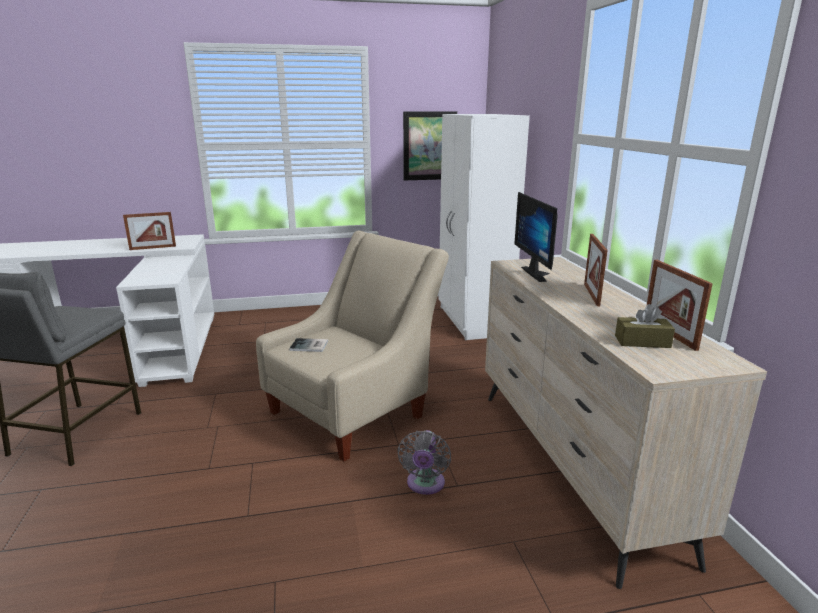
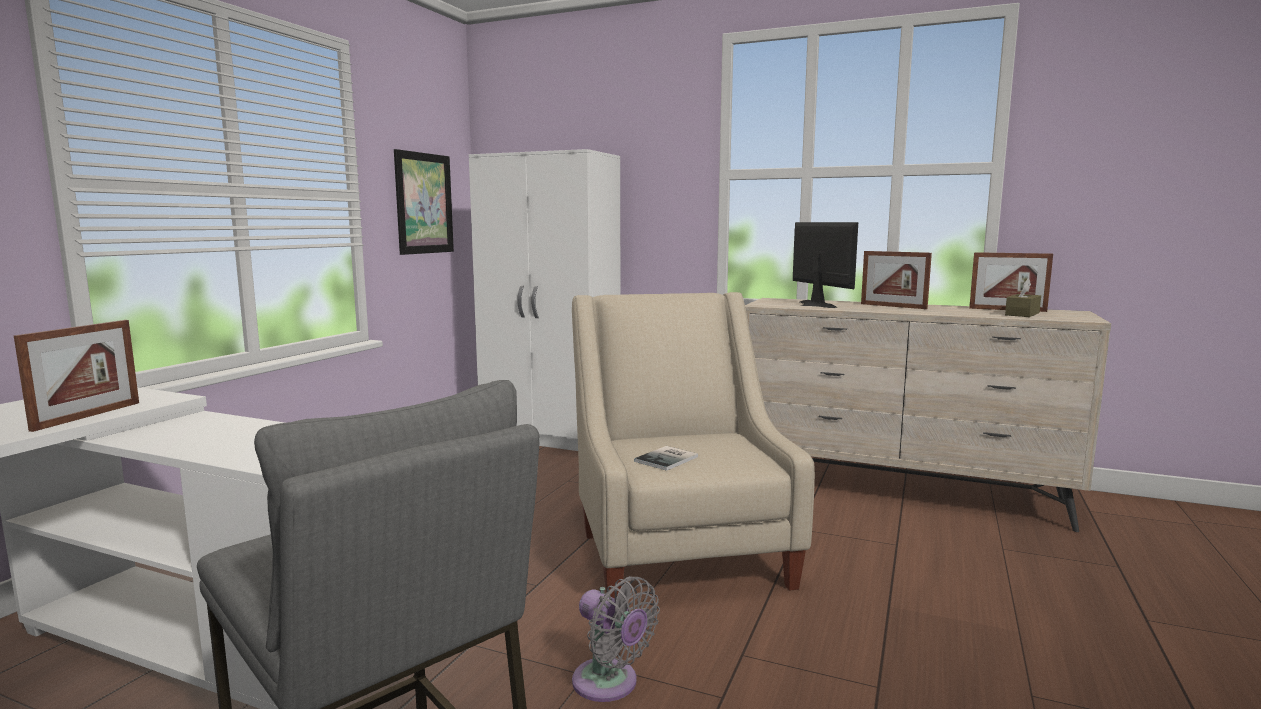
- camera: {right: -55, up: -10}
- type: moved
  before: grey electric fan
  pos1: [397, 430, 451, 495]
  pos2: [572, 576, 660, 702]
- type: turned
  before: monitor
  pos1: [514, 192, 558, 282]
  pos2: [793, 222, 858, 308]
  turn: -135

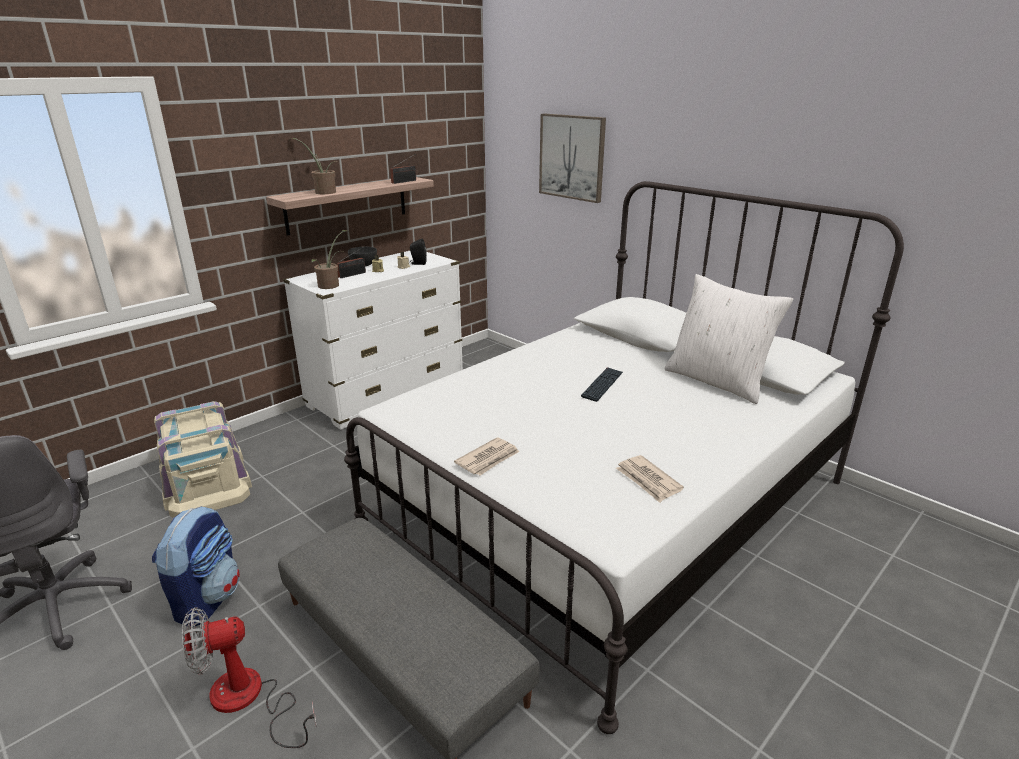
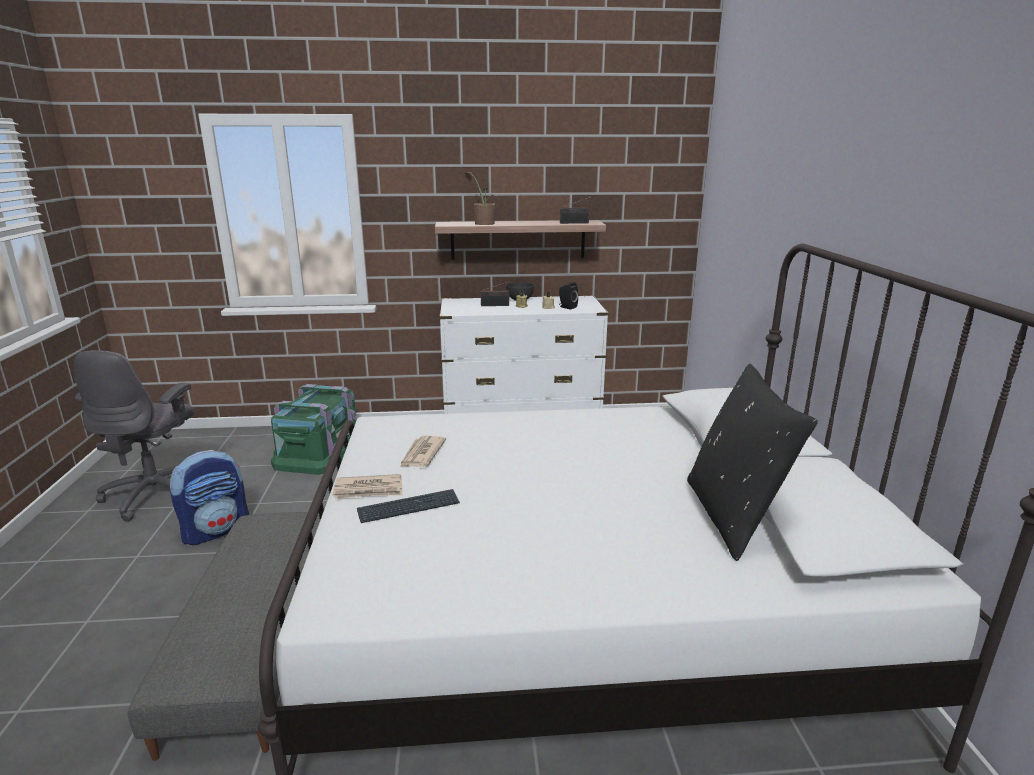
- camera: {right: 40, up: -5}
- type: recoloured
  before: beige storage bin
  after: greenish storage bin
  pos1: [154, 401, 252, 518]
  pos2: [271, 384, 357, 475]
- type: moved
  before: keyboard
  pos1: [581, 367, 623, 402]
  pos2: [357, 489, 460, 523]
- type: moved
  before: daily paper
  pos1: [616, 455, 684, 503]
  pos2: [400, 436, 446, 467]
- type: recoloured
  before: white pillow
  after: black pillow
  pos1: [664, 274, 793, 404]
  pos2: [687, 364, 818, 561]
- type: removed
  before: electric fan
  pos1: [182, 607, 317, 748]
- type: removed
  before: houseplant
  pos1: [311, 230, 349, 289]
- type: removed
  before: wall picture
  pos1: [539, 114, 606, 203]

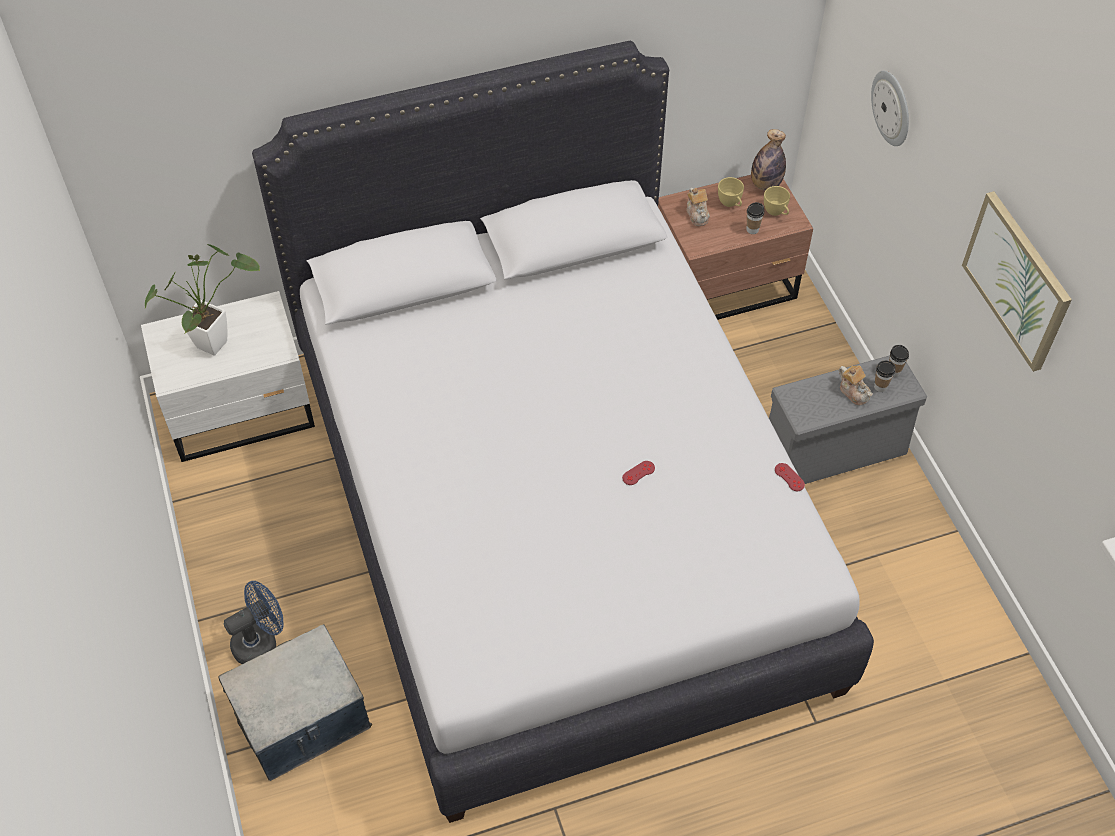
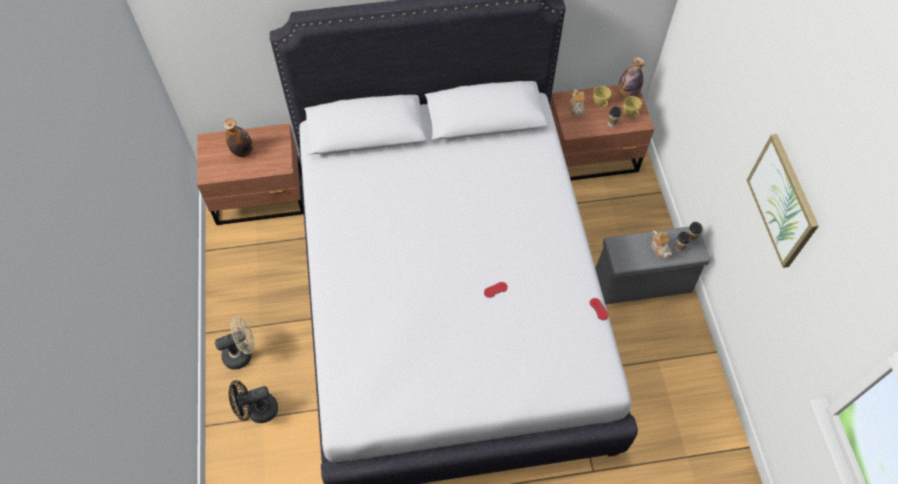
- camera: {right: 10, up: 5}
- type: recoloured
  before: white nightstand
  after: brown nightstand
  pos1: [141, 291, 315, 462]
  pos2: [197, 124, 304, 225]
- type: recoloured
  before: blue-coloured electric fan
  after: beige electric fan
  pos1: [224, 581, 284, 664]
  pos2: [215, 317, 254, 370]
- type: replaced
  before: houseplant
  after: bottle
  pos1: [144, 244, 260, 356]
  pos2: [223, 118, 253, 157]
- type: replaced
  before: storage bin
  after: black electric fan
  pos1: [218, 624, 372, 781]
  pos2: [229, 380, 278, 423]
- type: removed
  before: hanging clock
  pos1: [871, 71, 909, 146]

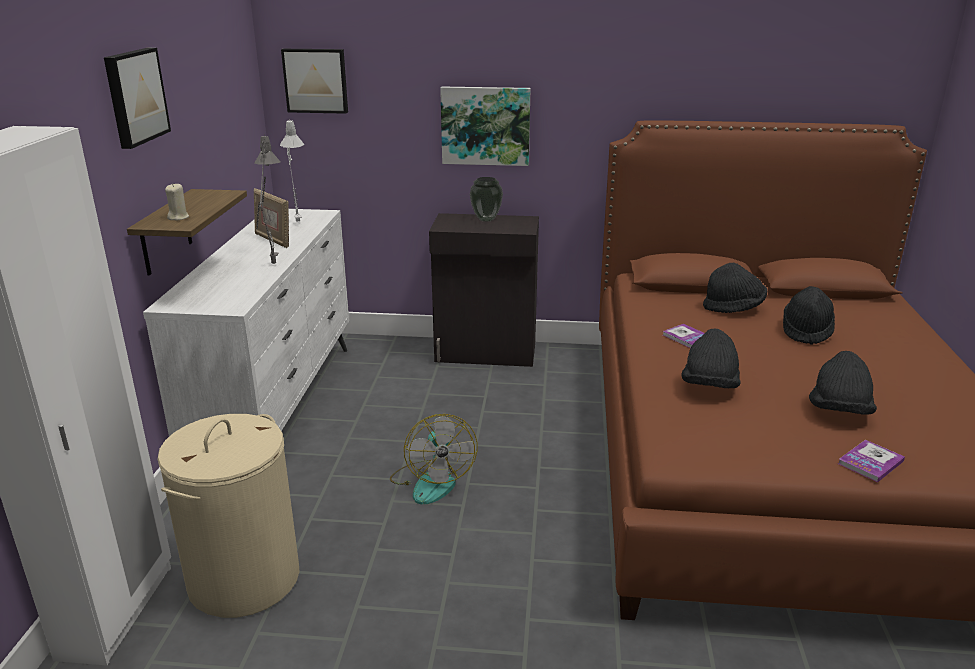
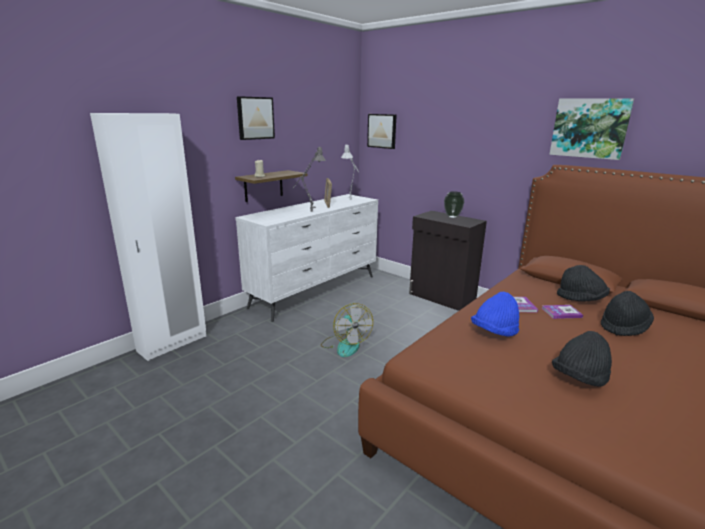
- camera: {right: 35, up: -5}
- type: turned
  before: electric fan
  pos1: [390, 414, 478, 504]
  pos2: [321, 303, 373, 357]
  turn: -45
- type: recoloured
  before: black wearable hat
  after: blue-coloured wearable hat
  pos1: [681, 328, 741, 388]
  pos2: [471, 292, 519, 337]
- type: moved
  before: book
  pos1: [838, 440, 905, 482]
  pos2: [542, 305, 583, 319]
- type: moved
  before: wall picture
  pos1: [440, 87, 531, 166]
  pos2: [549, 98, 634, 160]
- type: removed
  before: beige washing basket
  pos1: [157, 414, 300, 618]

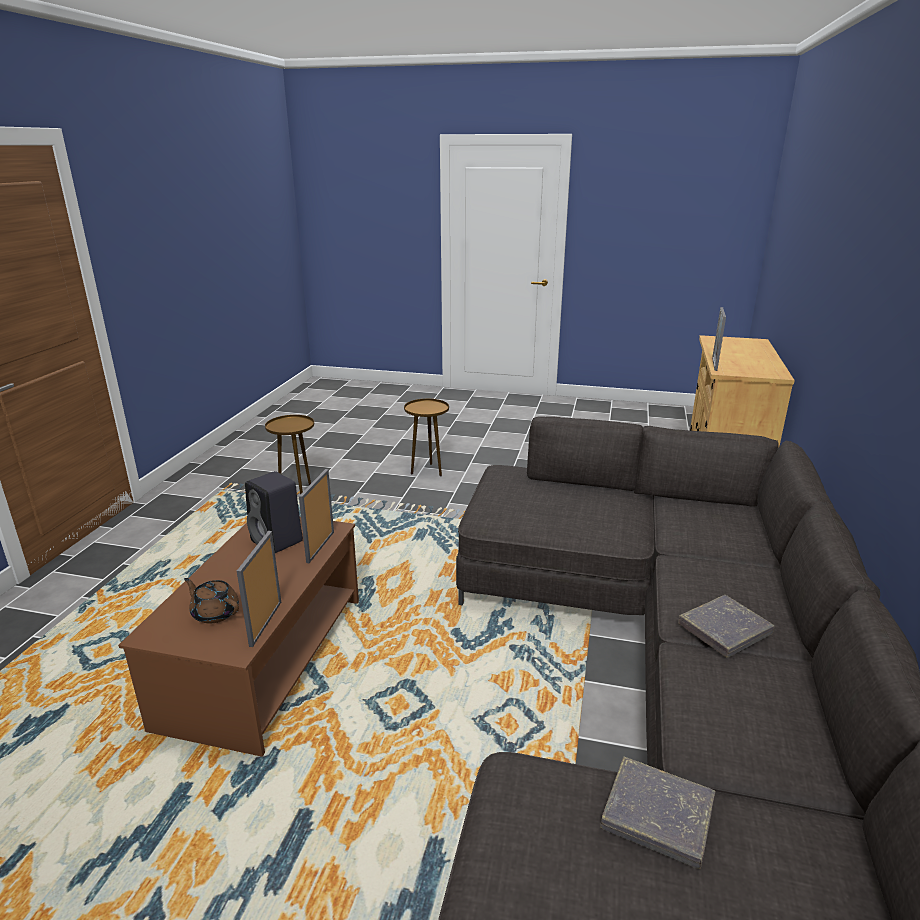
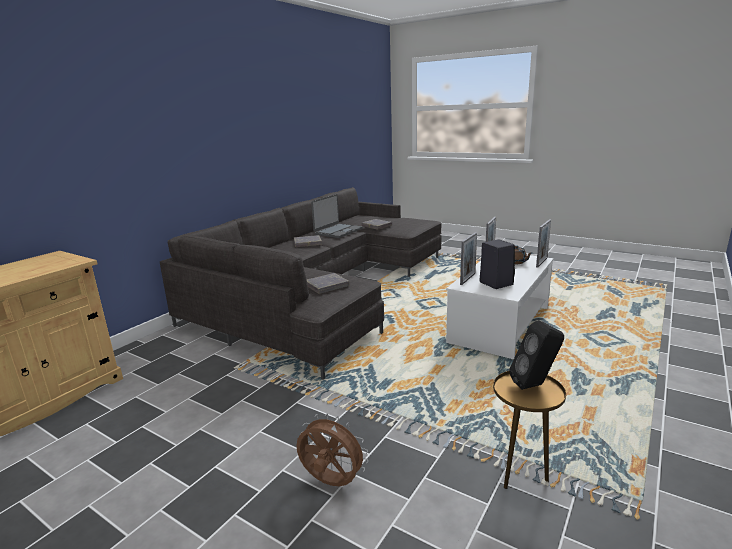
- camera: {right: -160, up: -5}
- type: replaced
  before: brown accent table
  after: brown electric fan
  pos1: [404, 399, 449, 476]
  pos2: [296, 413, 368, 486]
- type: added
  after: grey book
  pos2: [307, 273, 350, 294]
- type: added
  after: notebook computer
  pos2: [311, 194, 363, 238]
- type: recoloured
  before: brown lounge table
  after: white lounge table
  pos1: [118, 517, 359, 757]
  pos2: [446, 255, 554, 359]
- type: added
  after: black audio speaker
  pos2: [509, 320, 564, 390]
- type: moved
  before: photo frame
  pos1: [712, 307, 726, 371]
  pos2: [536, 220, 551, 268]

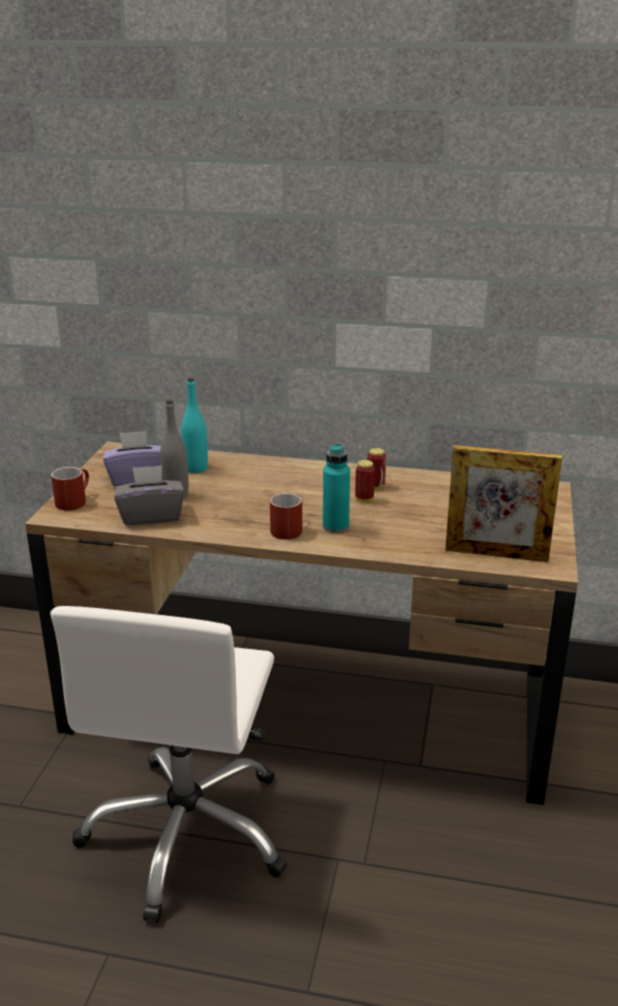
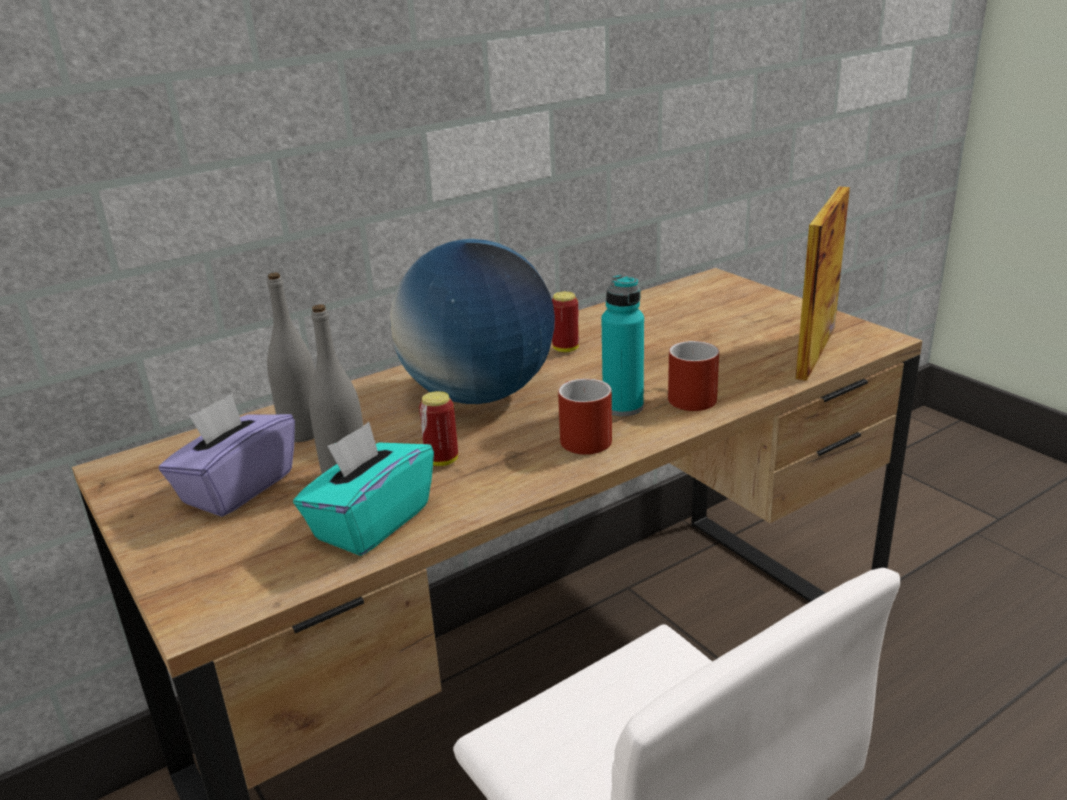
- camera: {right: -45, up: 0}
- type: recoloured
  before: turquoise-coloured bottle
  after: grey bottle
  pos1: [181, 378, 208, 473]
  pos2: [267, 273, 315, 442]
- type: recoloured
  before: grey tissue holder
  after: turquoise-coloured tissue holder
  pos1: [114, 465, 184, 525]
  pos2: [293, 422, 434, 556]
- type: added
  after: globe
  pos2: [390, 239, 555, 404]
- type: moved
  before: sealed can
  pos1: [355, 460, 375, 502]
  pos2: [419, 391, 458, 466]
- type: moved
  before: red mug
  pos1: [51, 467, 89, 510]
  pos2: [668, 341, 719, 411]
- type: turned
  before: photo frame
  pos1: [445, 445, 562, 562]
  pos2: [796, 186, 850, 381]
  turn: 150

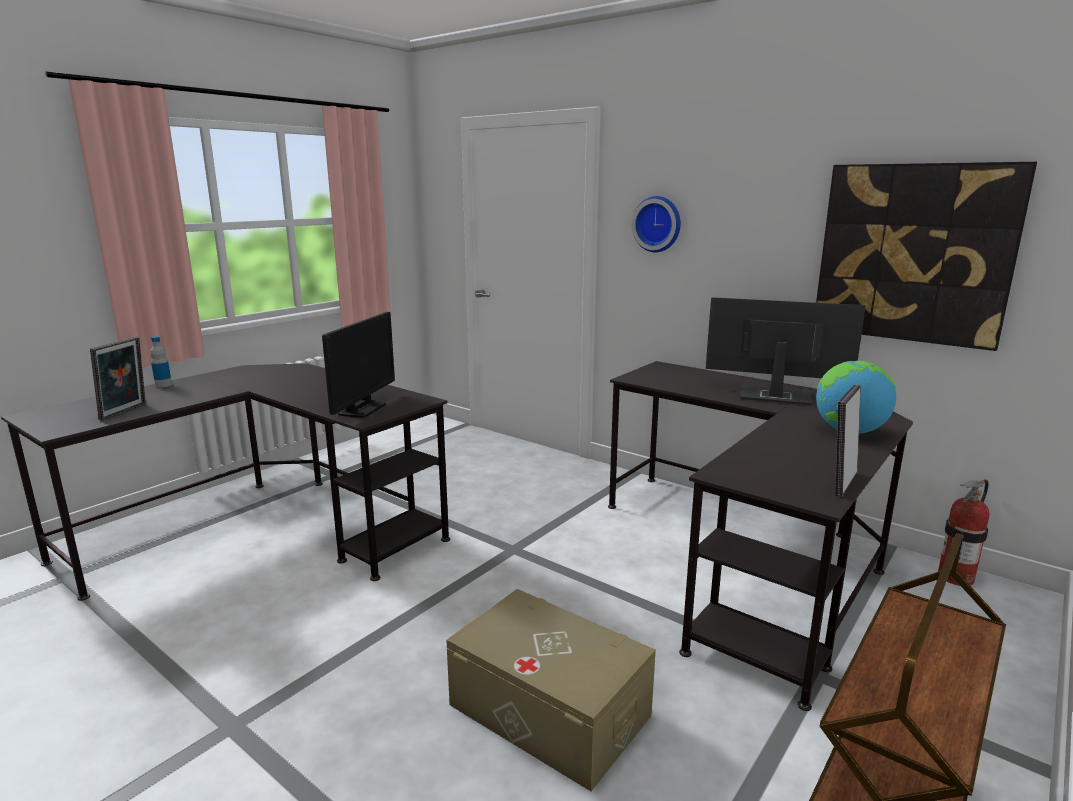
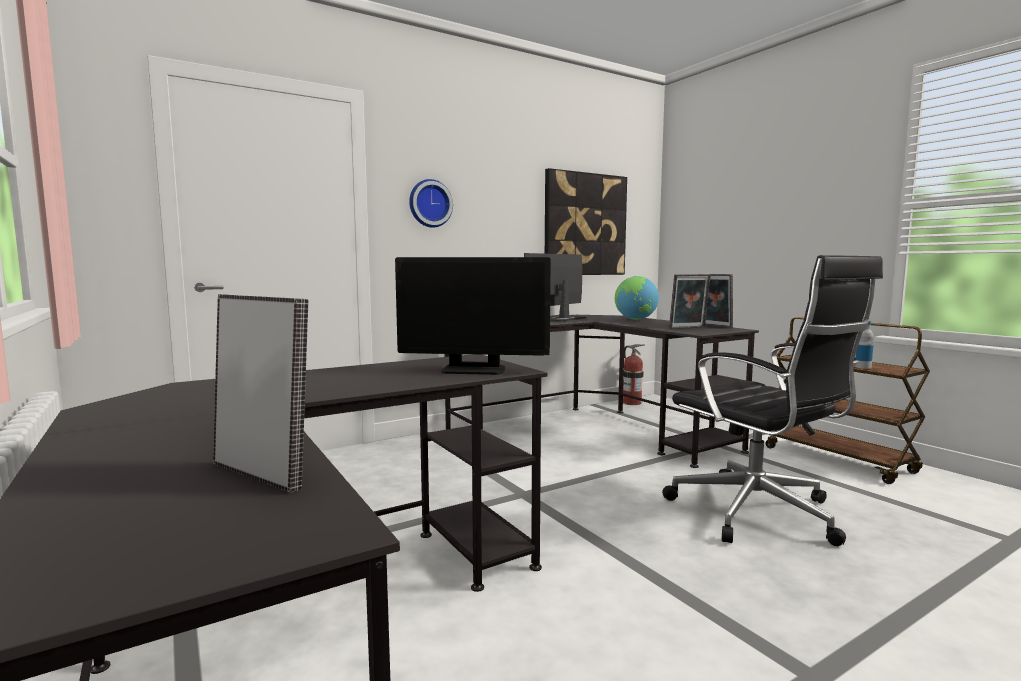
- camera: {right: -70, up: -10}
- type: turned
  before: monitor
  pos1: [322, 312, 395, 418]
  pos2: [395, 257, 551, 375]
  turn: 150
- type: replaced
  before: beige storage bin
  after: black computer chair
  pos1: [446, 589, 656, 791]
  pos2: [662, 255, 883, 546]
- type: added
  after: photo frame
  pos2: [669, 274, 711, 329]
- type: moved
  before: bottle
  pos1: [150, 336, 172, 388]
  pos2: [855, 321, 873, 369]

